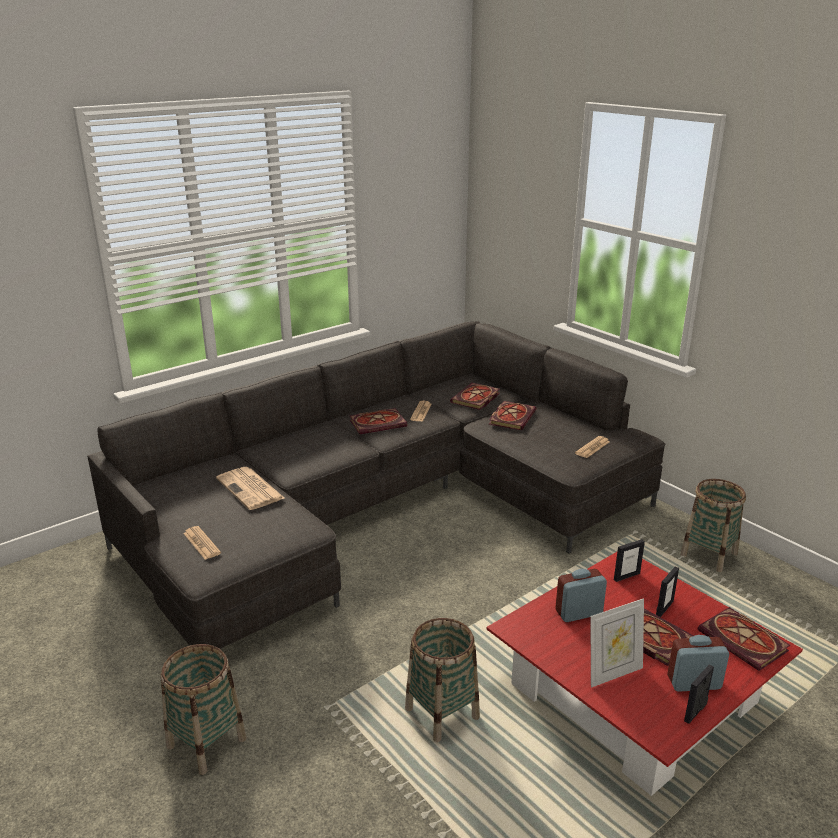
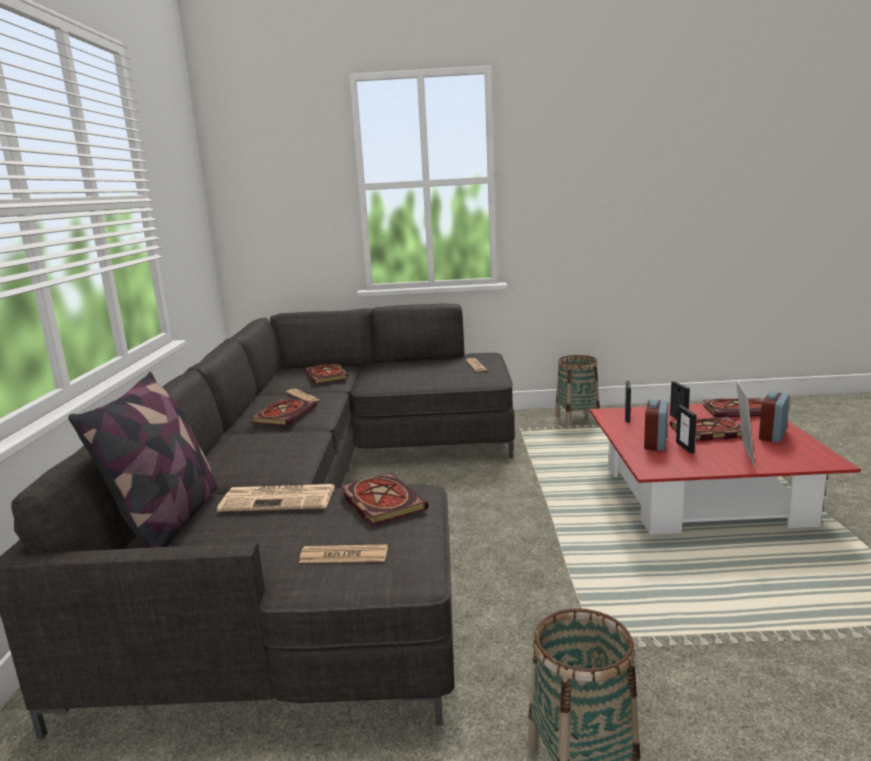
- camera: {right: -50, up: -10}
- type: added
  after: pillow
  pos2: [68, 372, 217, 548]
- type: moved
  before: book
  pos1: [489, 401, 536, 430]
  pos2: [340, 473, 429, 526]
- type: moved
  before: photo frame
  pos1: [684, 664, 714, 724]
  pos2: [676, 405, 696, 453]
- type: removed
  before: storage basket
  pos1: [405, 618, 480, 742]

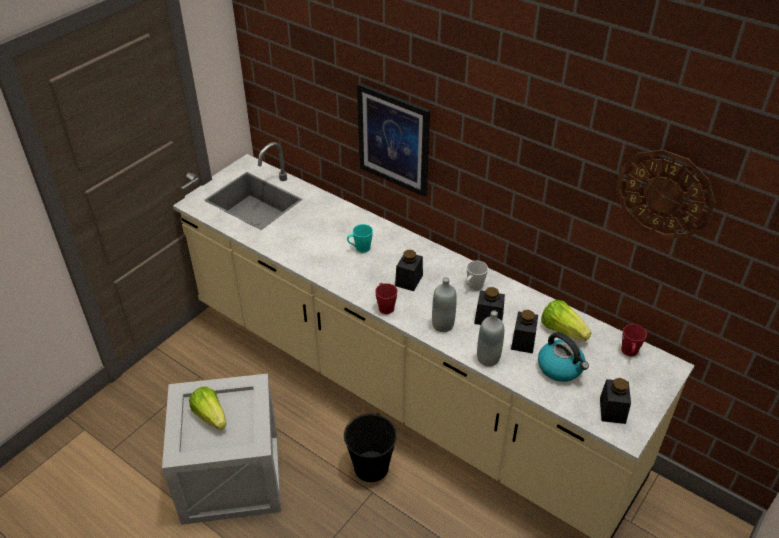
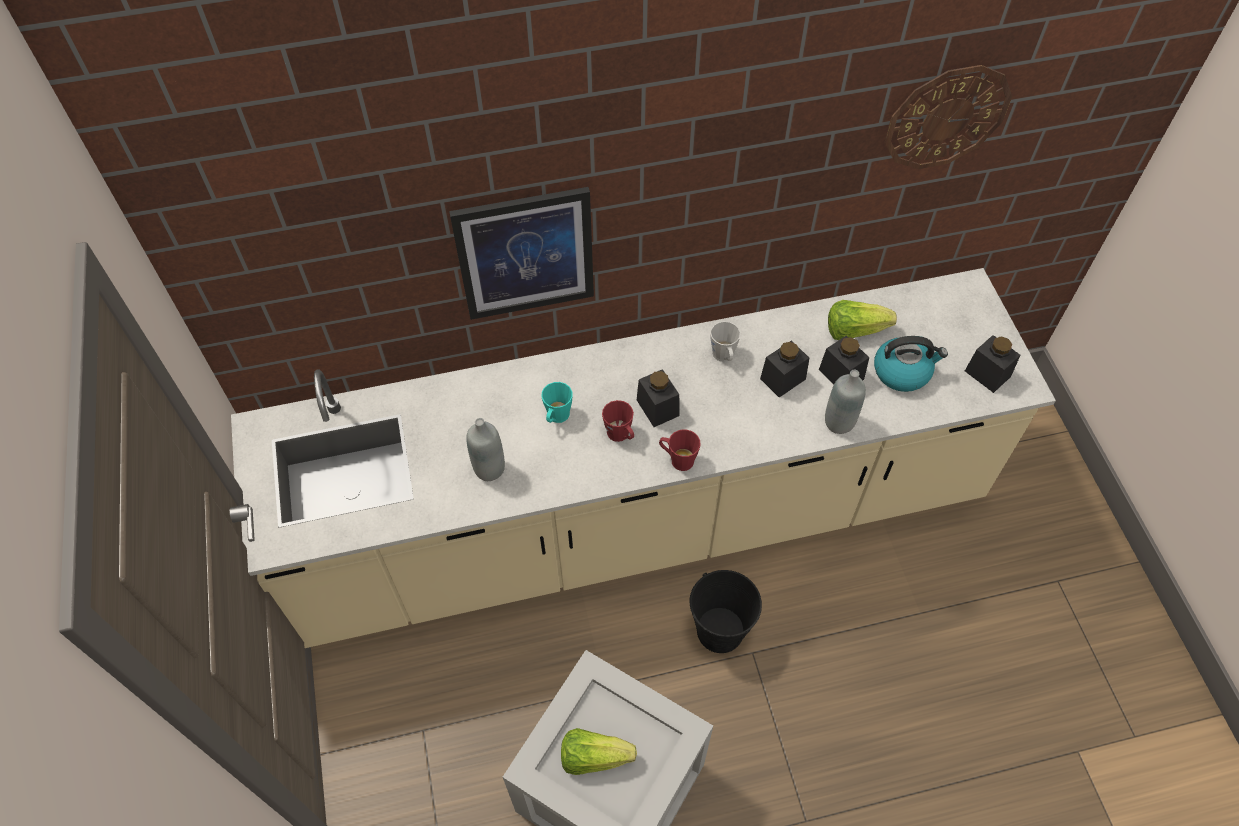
- camera: {right: -50, up: 15}
- type: moved
  before: grey bottle
  pos1: [432, 277, 457, 332]
  pos2: [466, 418, 505, 481]
- type: moved
  before: red mug
  pos1: [621, 324, 647, 356]
  pos2: [602, 400, 634, 442]

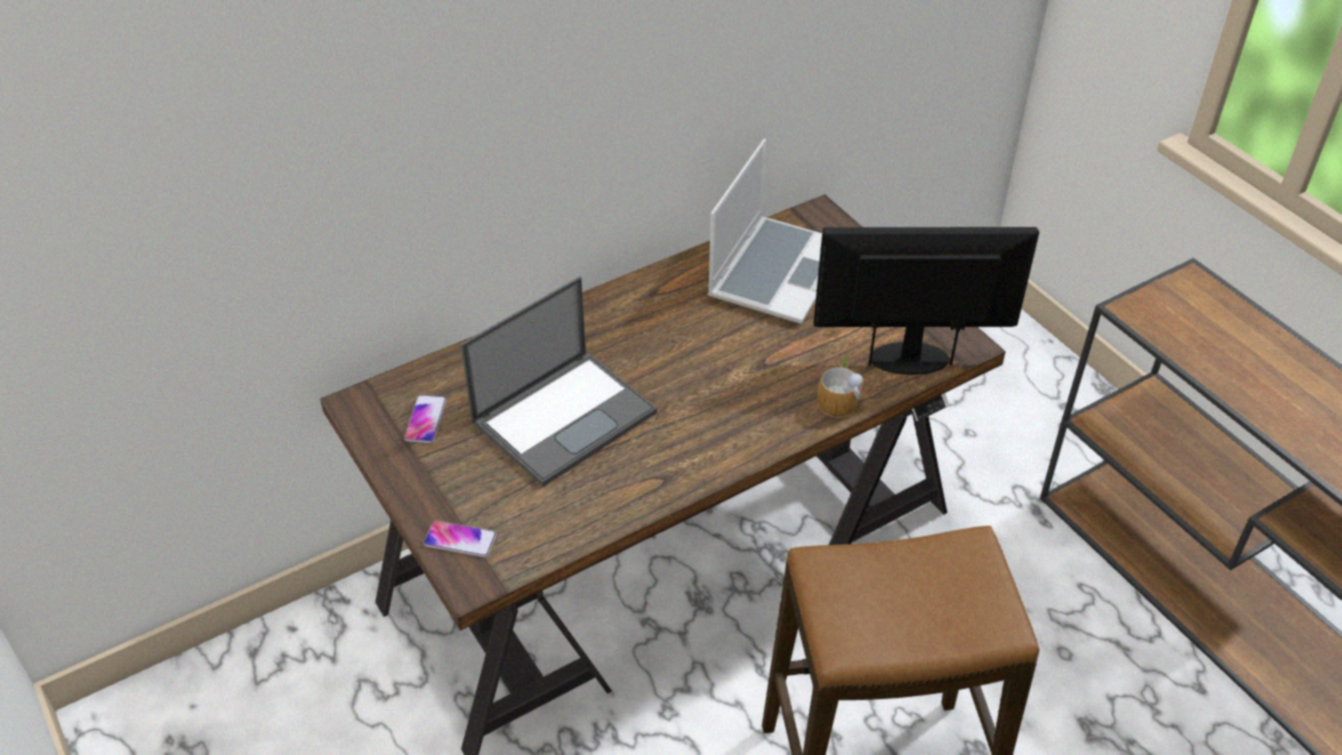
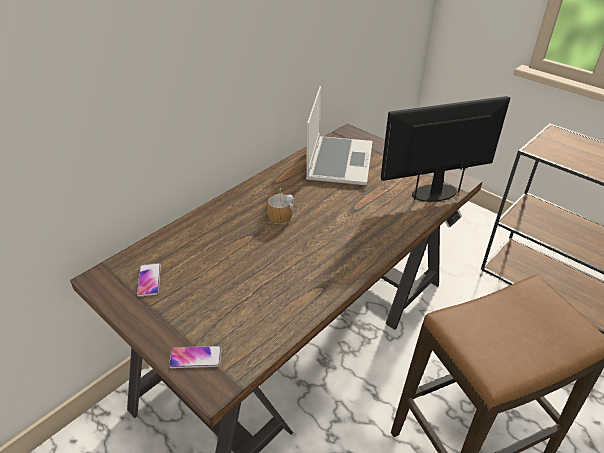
- camera: {right: -15, up: -5}
- type: moved
  before: mug
  pos1: [817, 357, 864, 418]
  pos2: [267, 188, 294, 224]
- type: removed
  before: notebook computer
  pos1: [461, 276, 657, 487]

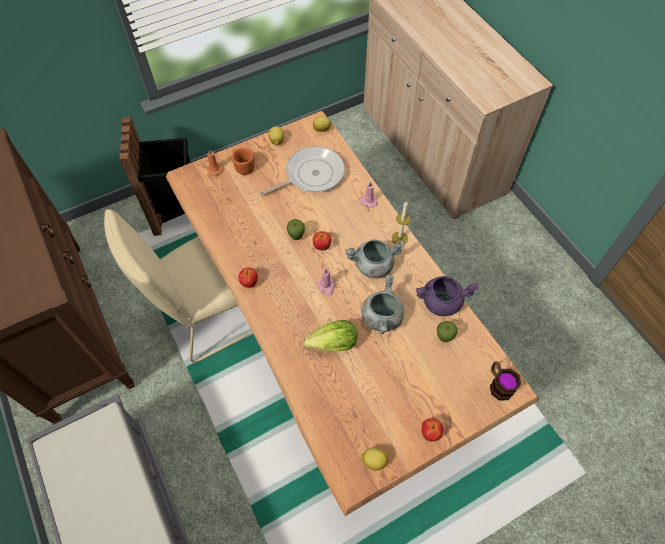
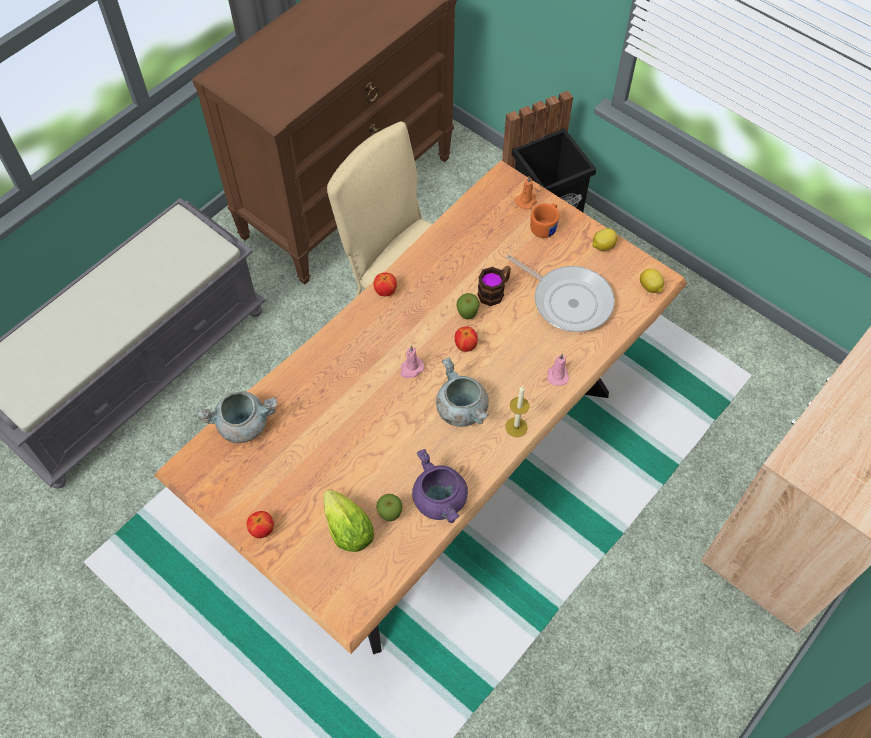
- camera: {right: 70, up: 0}
- type: moved
  before: grey cooking pot
  pos1: [362, 275, 404, 334]
  pos2: [197, 391, 277, 443]
- type: moved
  before: lettuce
  pos1: [304, 320, 358, 352]
  pos2: [323, 489, 374, 552]
- type: moved
  before: mug
  pos1: [490, 361, 521, 400]
  pos2: [477, 266, 511, 306]
- type: removed
  before: citrus fruit
  pos1: [361, 447, 388, 471]

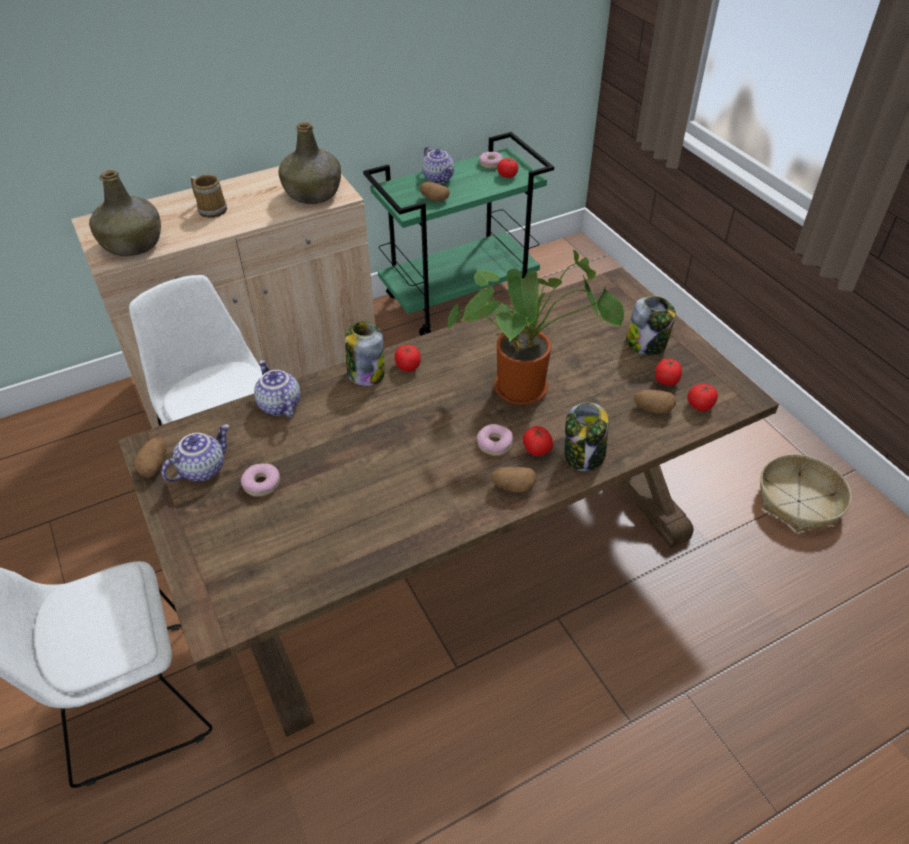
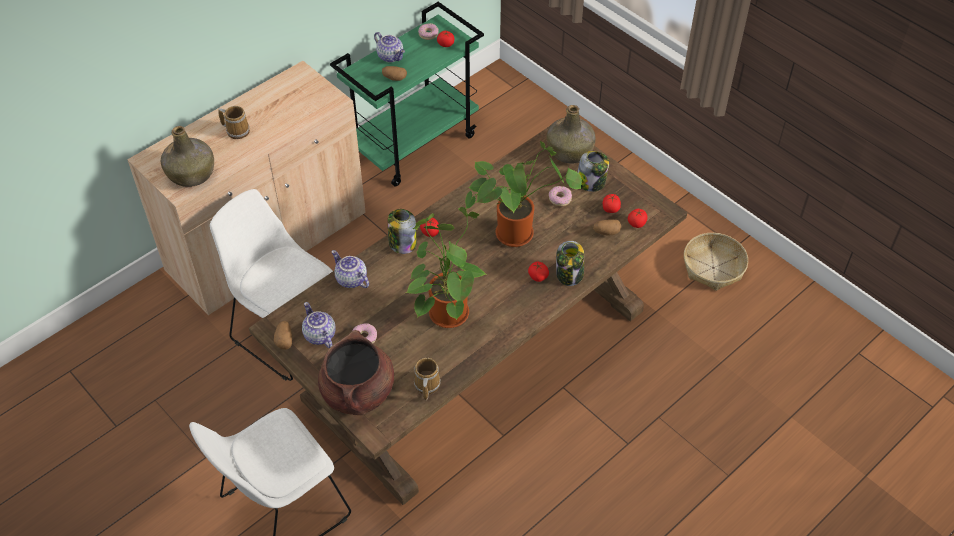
- camera: {right: -15, up: 5}
- type: turned
  before: pot for tea
  pos1: [161, 424, 229, 482]
  pos2: [302, 302, 336, 348]
  turn: -60
- type: added
  after: brown cooking pot
  pos2: [318, 330, 394, 415]
- type: added
  after: houseplant
  pos2: [406, 207, 488, 328]
- type: added
  after: mug
  pos2: [414, 358, 441, 400]
- type: moved
  before: greenish bottle
  pos1: [278, 122, 341, 204]
  pos2: [546, 105, 596, 163]
- type: moved
  before: ring doughnut
  pos1: [477, 424, 513, 456]
  pos2: [549, 186, 572, 206]
- type: removed
  before: spud
  pos1: [491, 467, 537, 492]

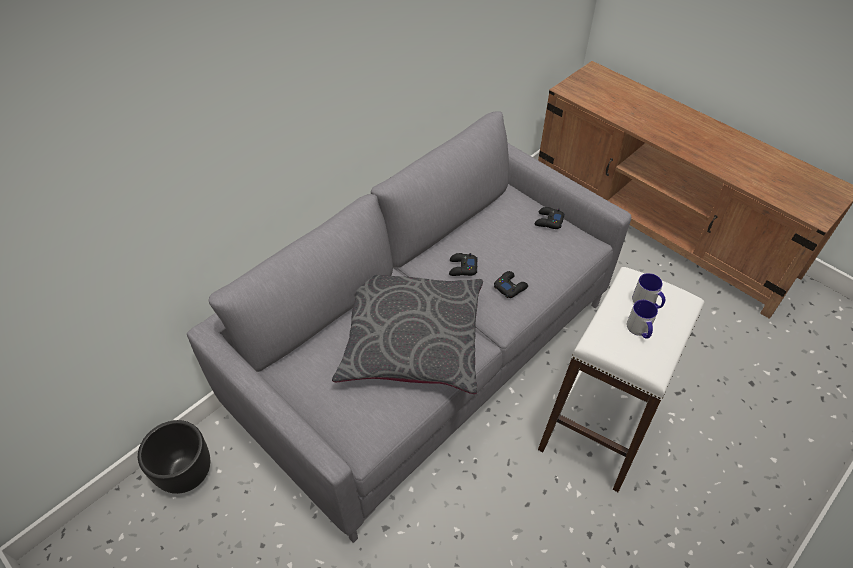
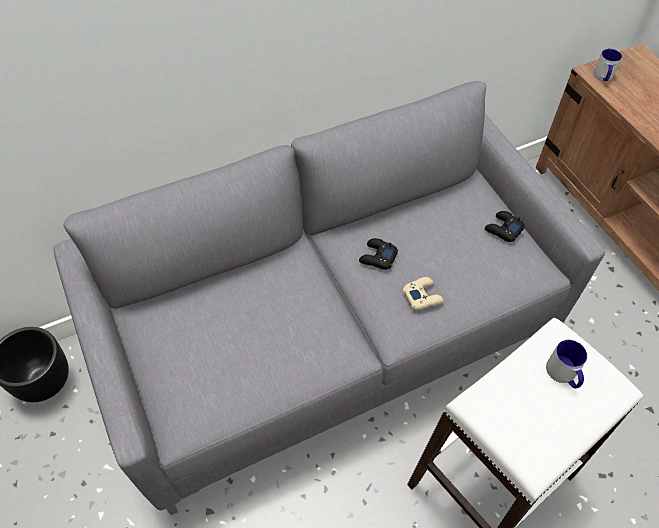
- camera: {right: 20, up: 5}
- type: recoloured
  before: black gamepad
  after: beige gamepad
  pos1: [494, 271, 528, 298]
  pos2: [402, 277, 444, 310]
- type: moved
  before: mug
  pos1: [627, 300, 658, 339]
  pos2: [594, 49, 622, 81]
- type: removed
  before: grey pillow
  pos1: [332, 275, 483, 394]

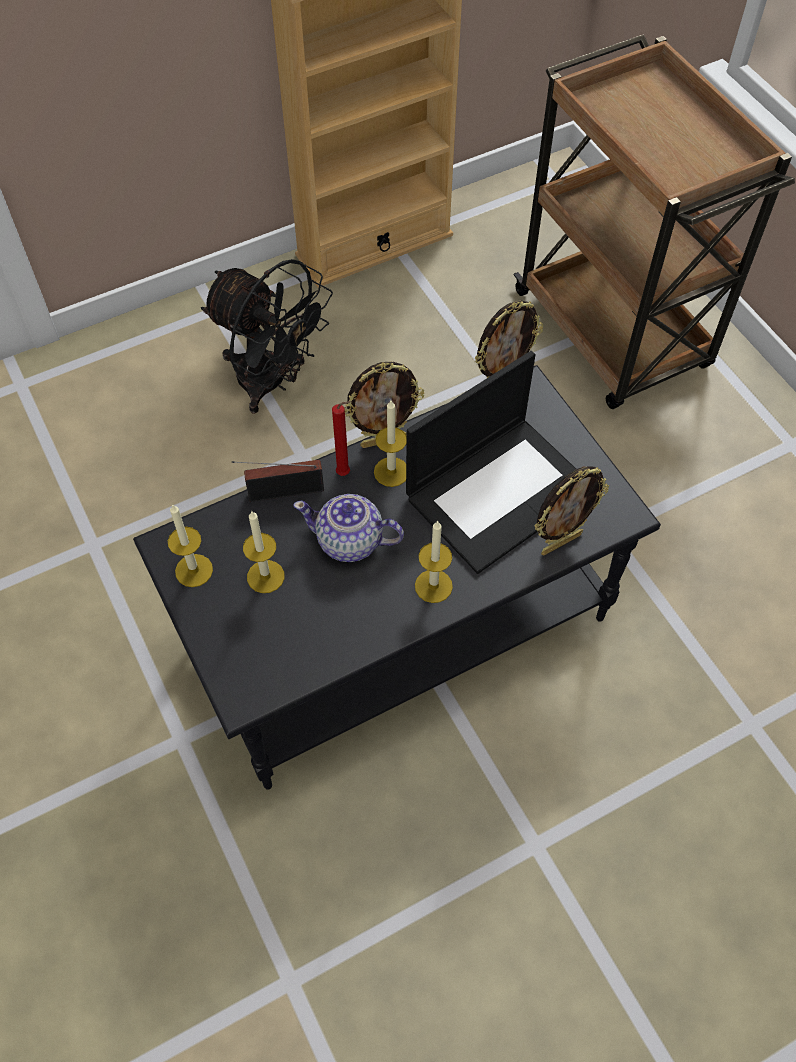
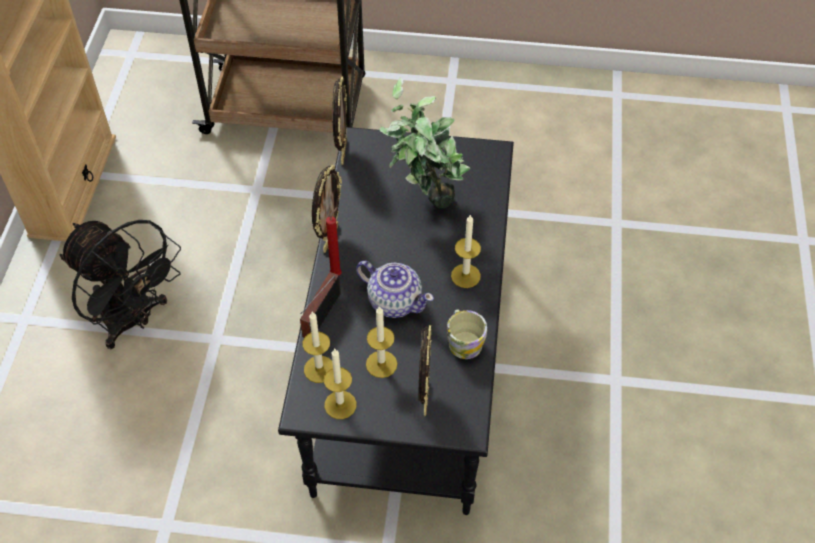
- camera: {right: -55, up: -5}
- type: turned
  before: black electric fan
  pos1: [201, 259, 333, 414]
  pos2: [59, 220, 181, 349]
  turn: 60
- type: moved
  before: candle
  pos1: [374, 401, 407, 487]
  pos2: [302, 312, 333, 383]
- type: turned
  before: pot for tea
  pos1: [293, 494, 404, 562]
  pos2: [356, 261, 434, 318]
  turn: -105
- type: replaced
  before: notebook computer
  after: houseplant
  pos1: [406, 351, 576, 574]
  pos2: [379, 77, 470, 208]
- type: moved
  before: photo frame
  pos1: [535, 467, 609, 556]
  pos2: [418, 325, 431, 416]
- type: added
  after: mug
  pos2: [446, 310, 487, 359]

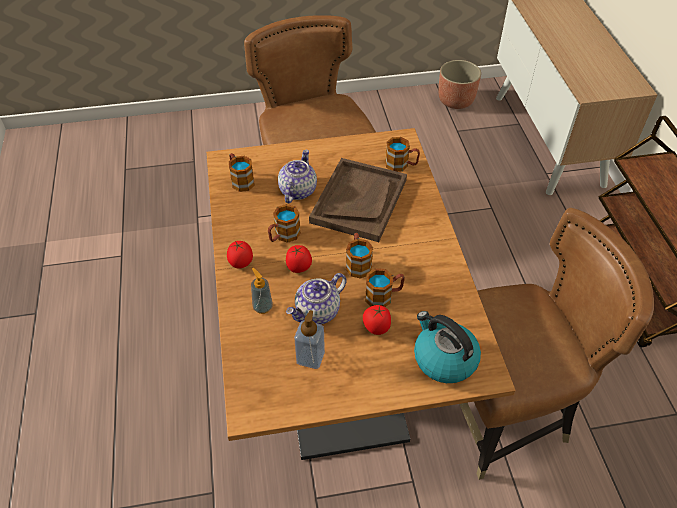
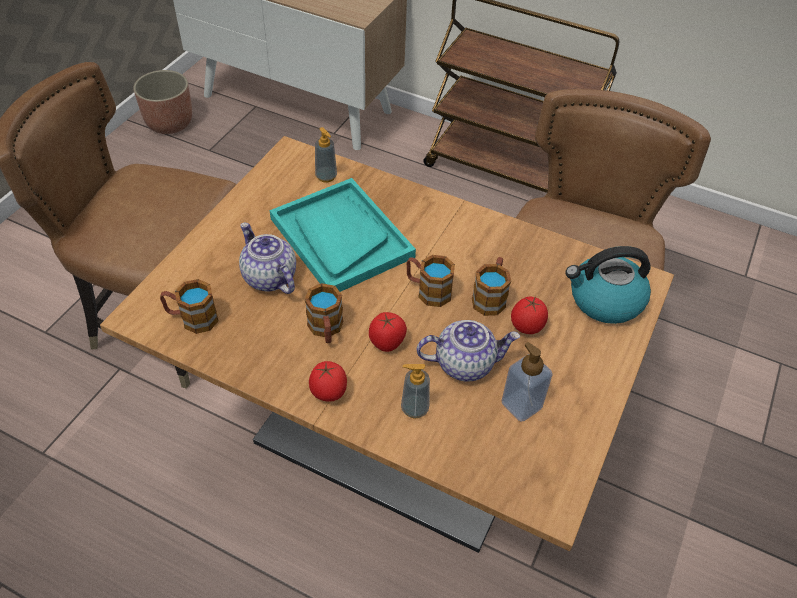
- camera: {right: -55, up: 0}
- type: recoloured
  before: brown serving tray
  after: turquoise-coloured serving tray
  pos1: [309, 158, 407, 242]
  pos2: [270, 178, 416, 292]
- type: replaced
  before: mug
  after: soap dispenser
  pos1: [385, 137, 420, 172]
  pos2: [315, 127, 337, 182]
- type: turned
  before: pot for tea
  pos1: [286, 273, 347, 324]
  pos2: [416, 320, 520, 382]
  turn: -90

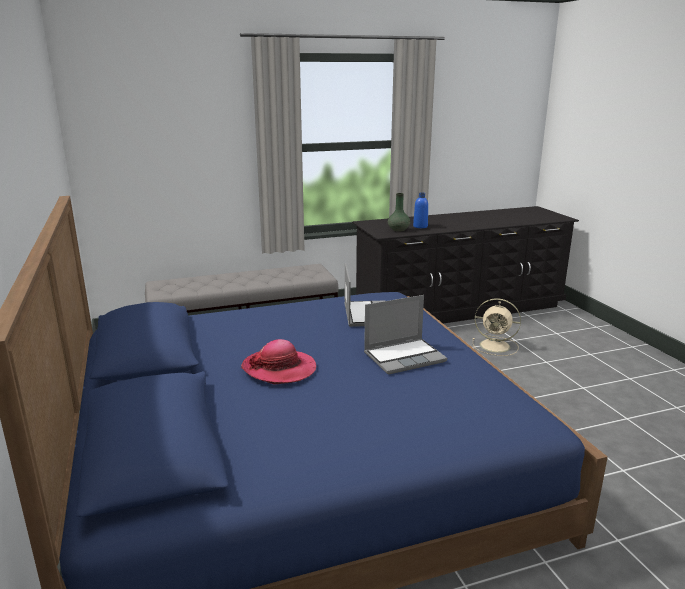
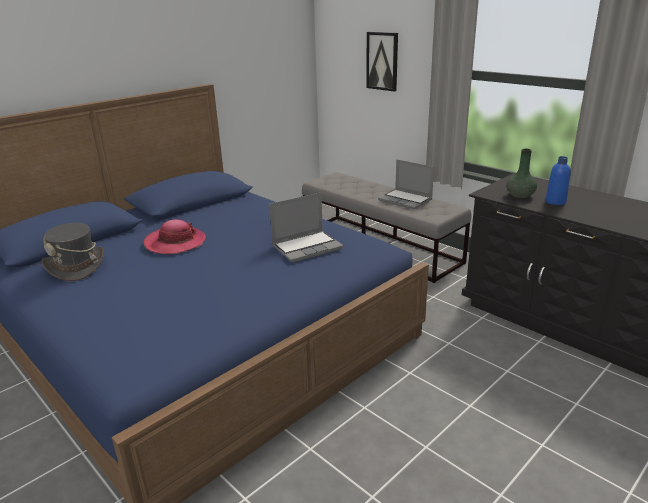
- camera: {right: 65, up: 5}
- type: added
  after: grey wearable hat
  pos2: [41, 223, 104, 281]
- type: added
  after: wall picture
  pos2: [366, 32, 398, 92]
- type: moved
  before: notebook computer
  pos1: [364, 295, 447, 374]
  pos2: [378, 159, 434, 209]
- type: removed
  before: beige electric fan
  pos1: [473, 298, 521, 356]

